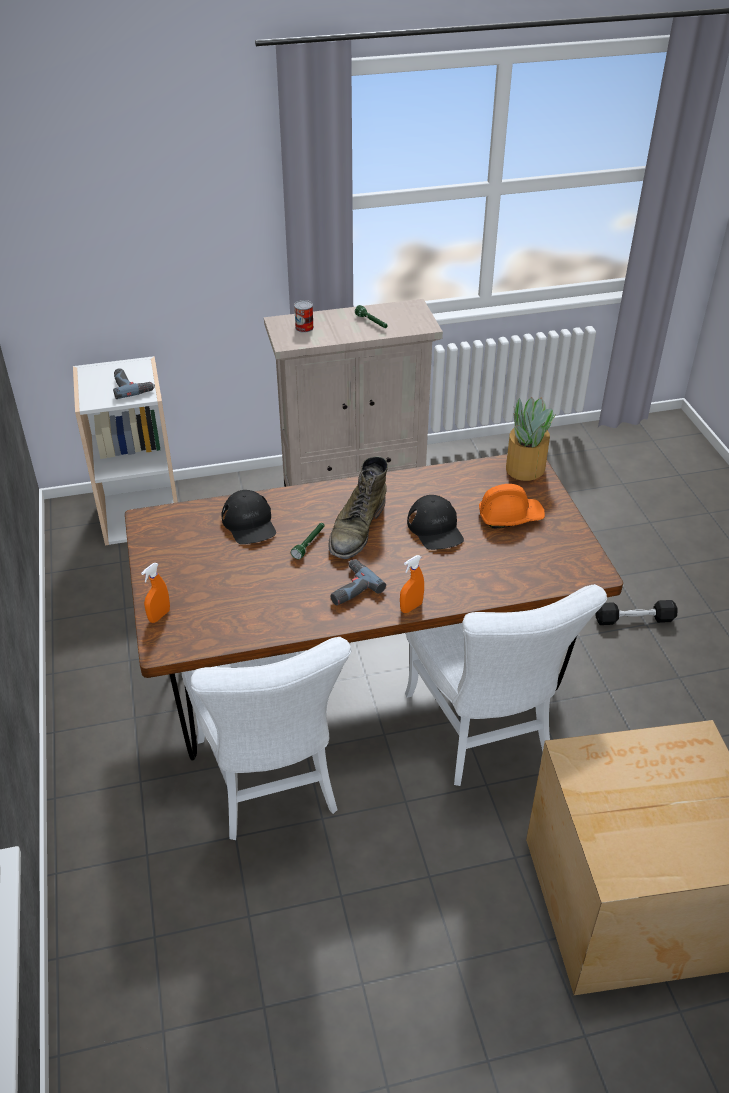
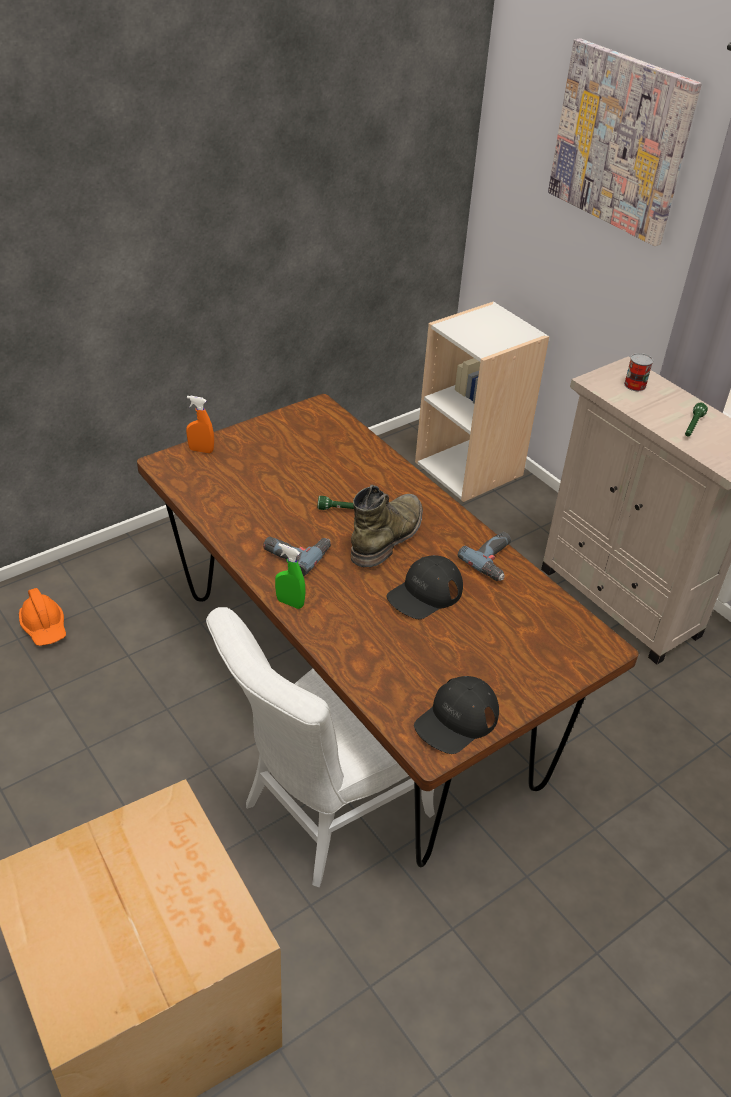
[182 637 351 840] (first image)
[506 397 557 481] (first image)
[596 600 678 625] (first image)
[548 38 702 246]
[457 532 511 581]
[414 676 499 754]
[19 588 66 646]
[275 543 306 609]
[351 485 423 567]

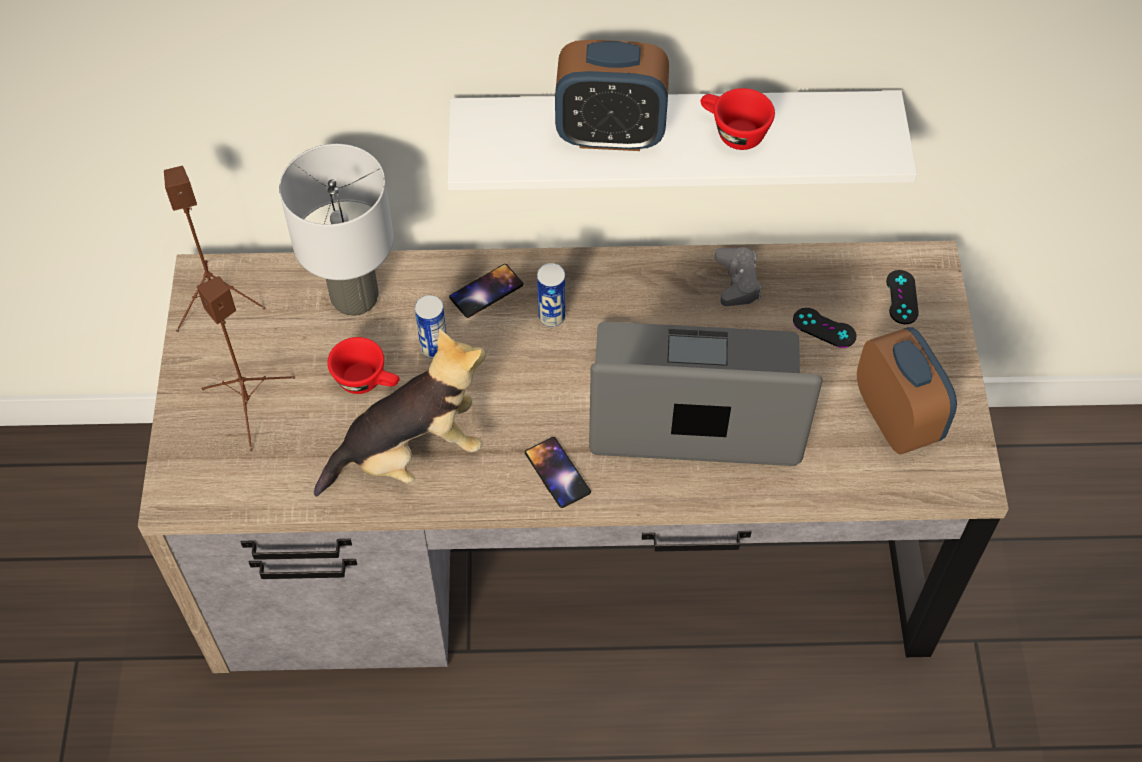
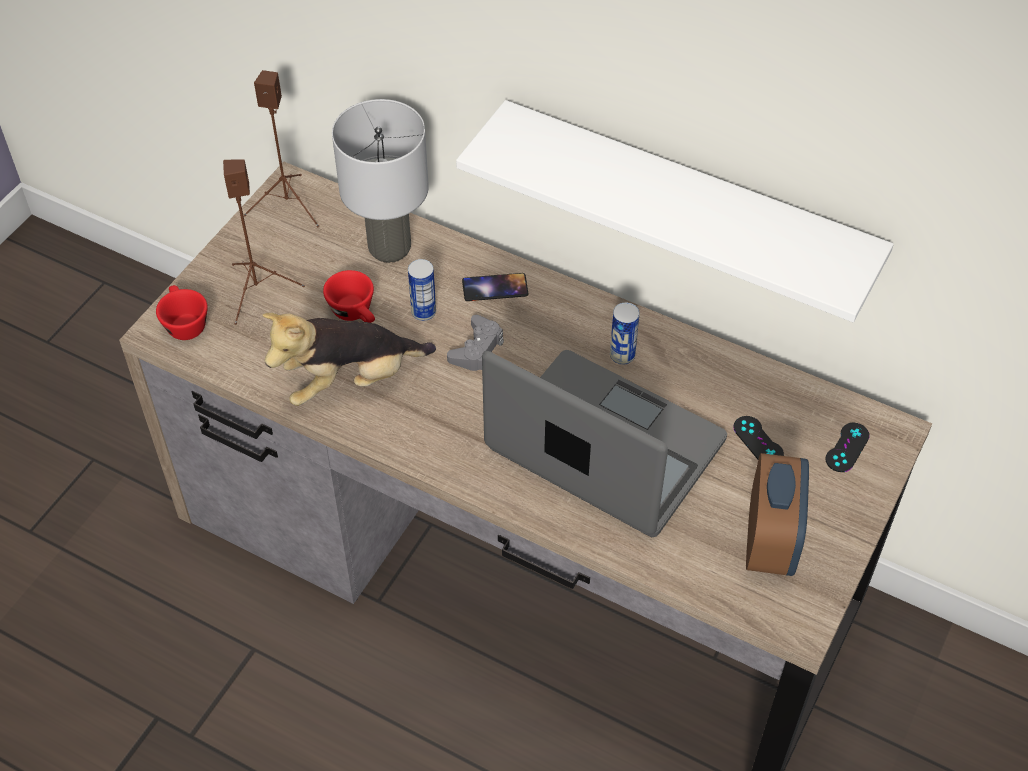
[525 437 591 508] (first image)
[555 40 669 151] (first image)
[610 303 640 365]
[156 285 208 340]
[447 315 504 371]
[263 313 436 406]

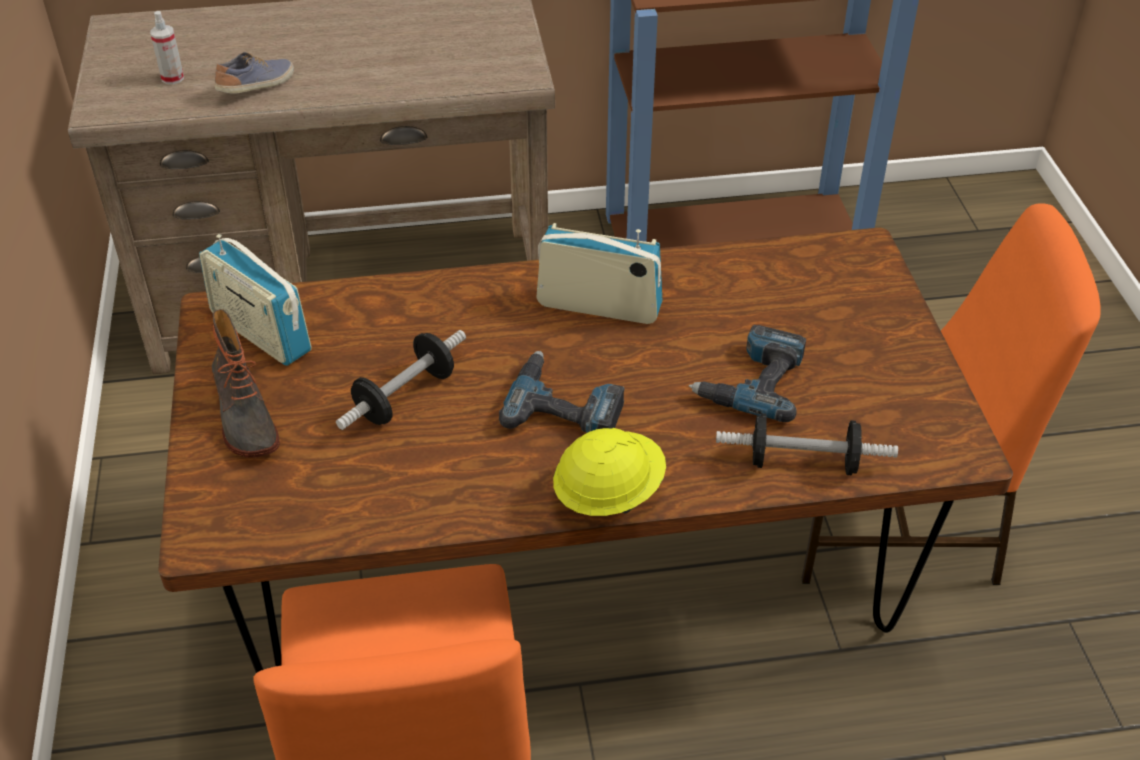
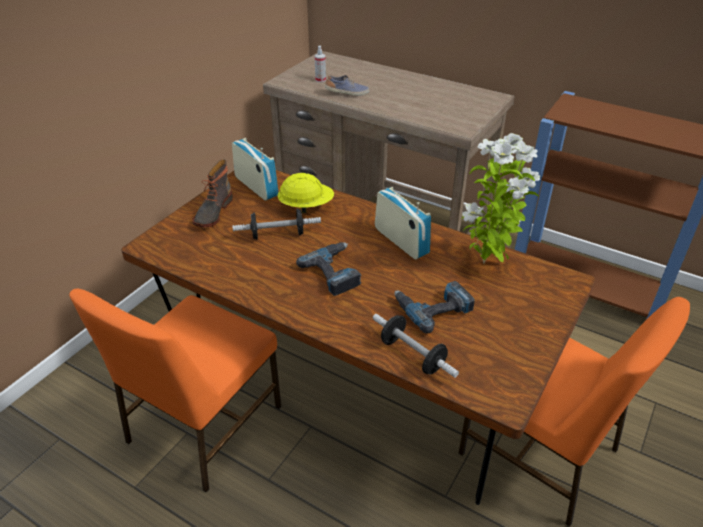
[461 133 540 264]
[278 173 334 213]
[232 138 278 200]

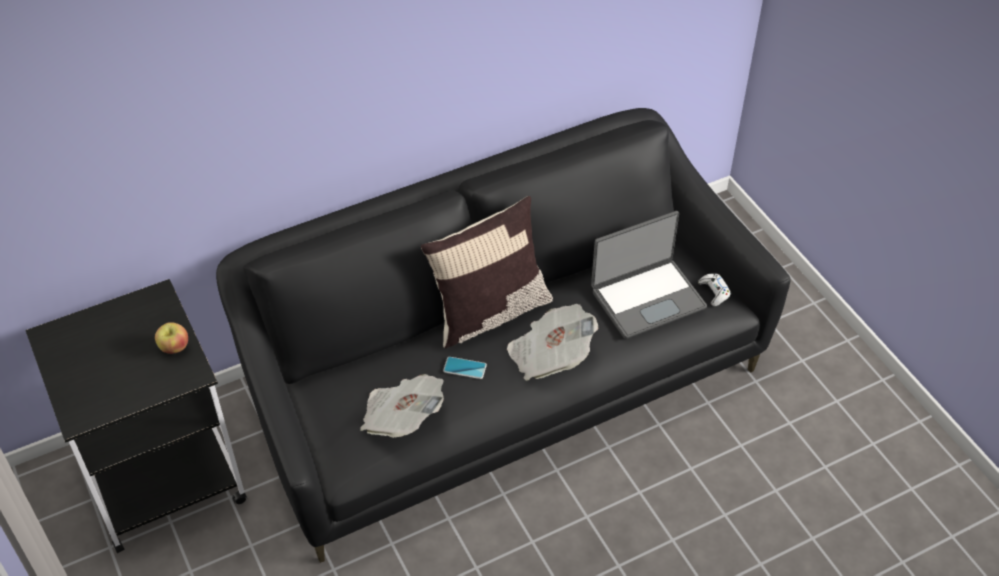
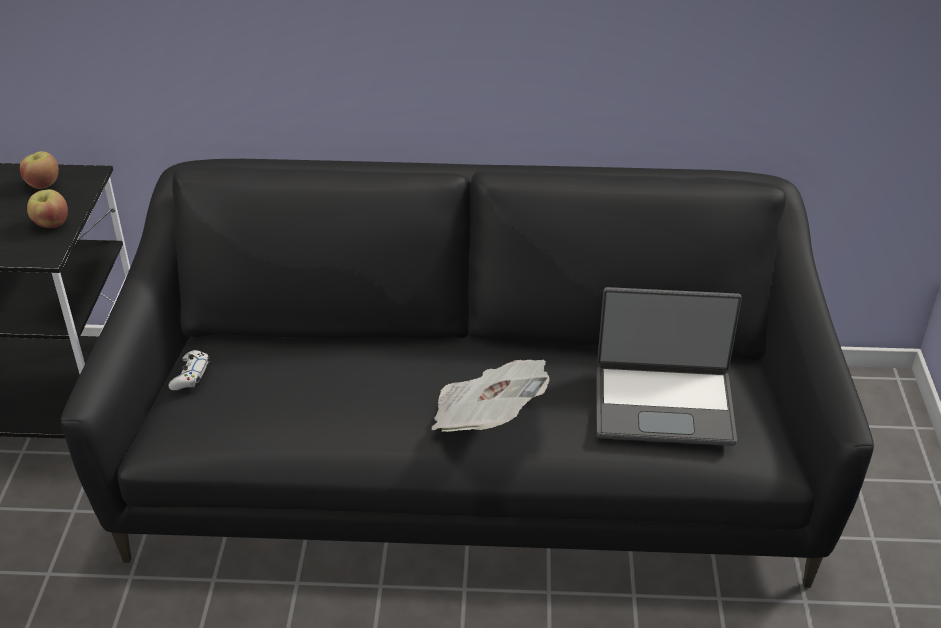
[360 374 444 438] (first image)
[421 196 553 348] (first image)
[443 357 487 379] (first image)
[20 151 59 189]
[168 350 211 390]

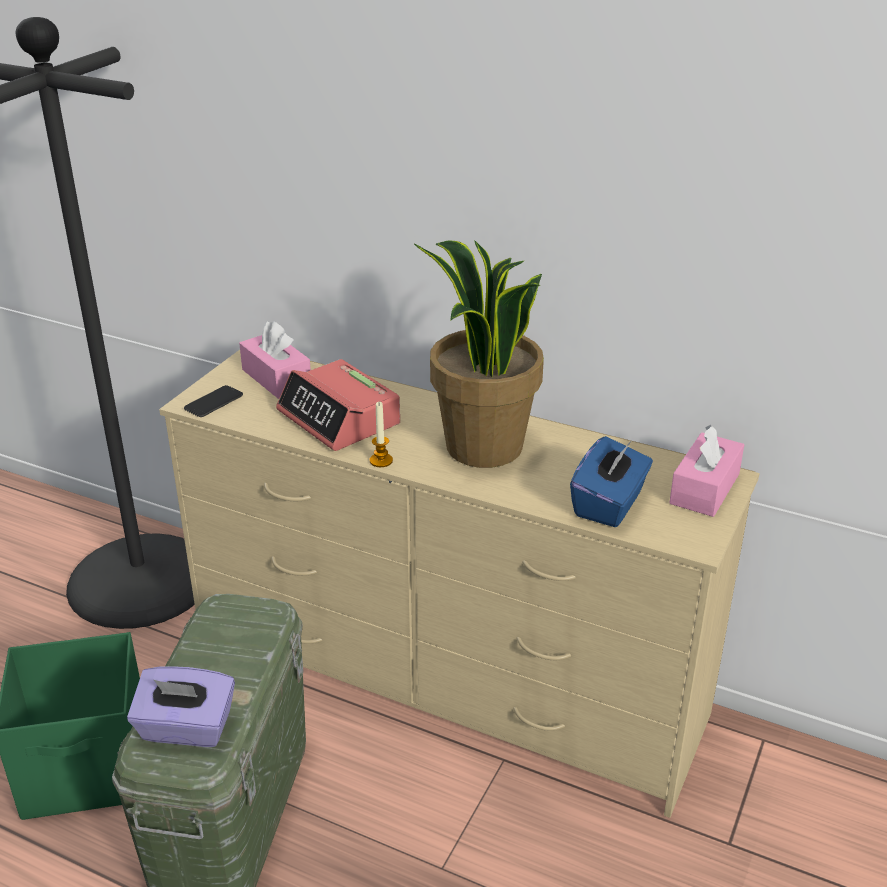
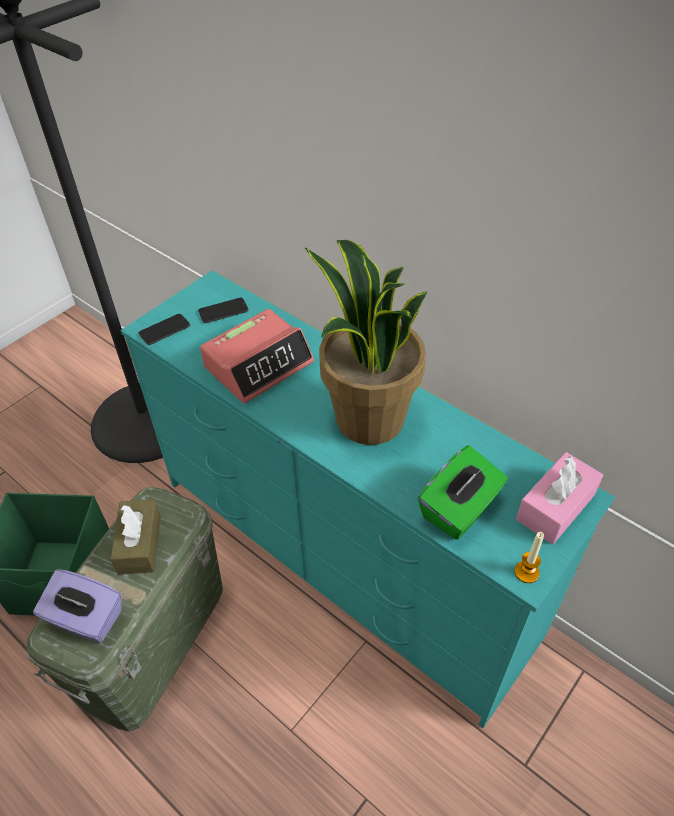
[110 499 161 575]
[515 532 544 583]
[198 298 249 323]
[120 270 615 728]
[418 446 508 539]
[200 309 314 404]

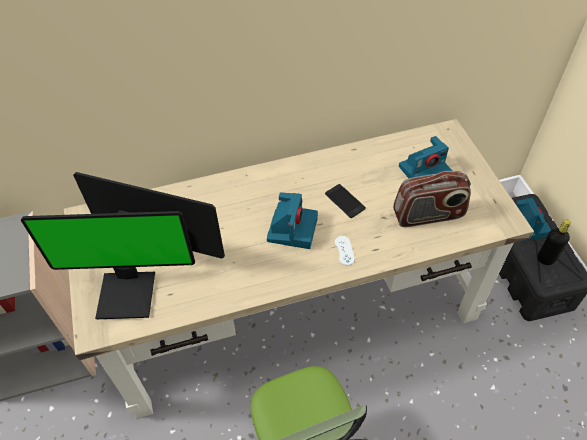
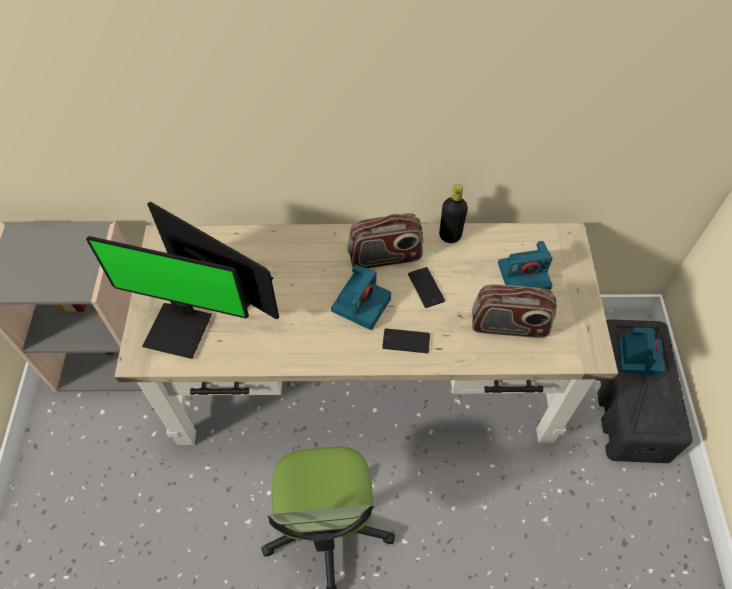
[348 213 423 268]
[439 184 468 243]
[382 328 430 353]

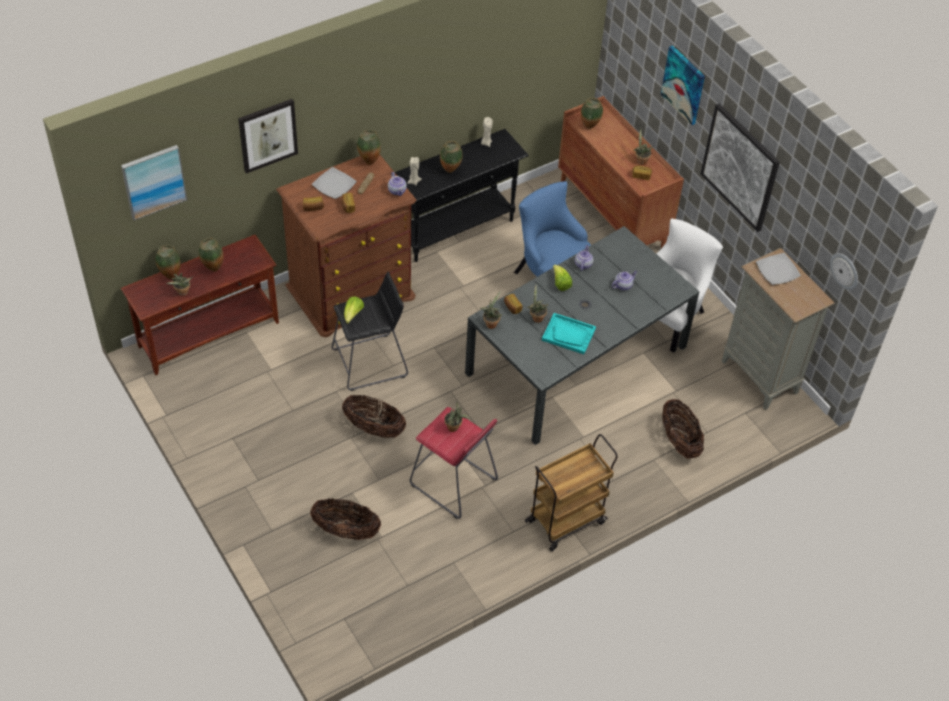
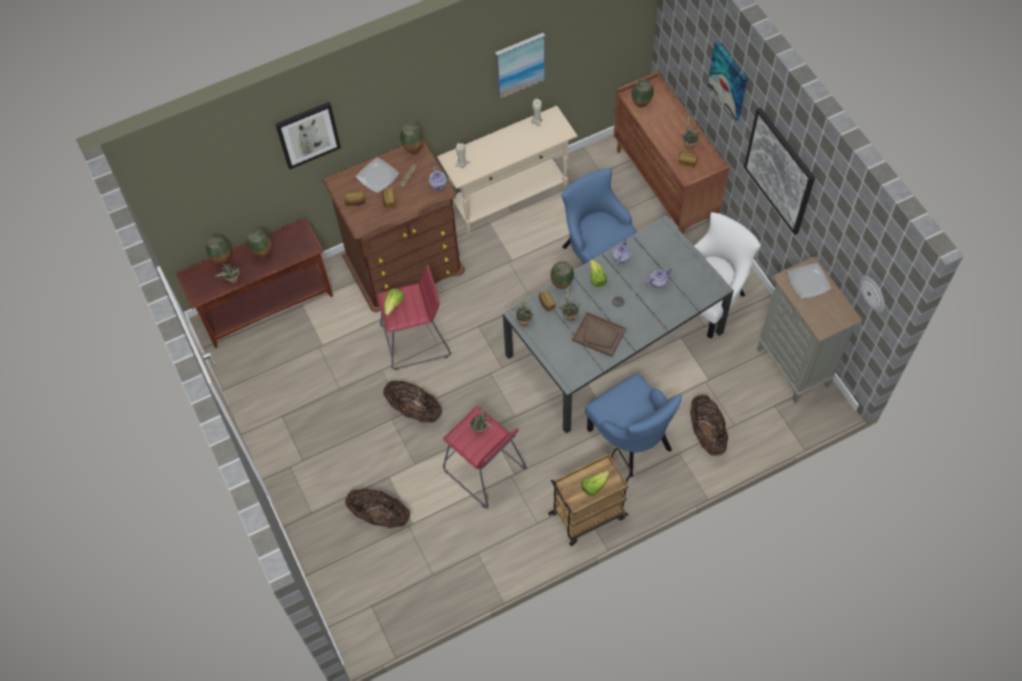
[581 470 610 497]
[584 374 682 477]
[495 33 546 99]
[551 261 574 289]
[377 265 451 370]
[437 105 578 234]
[572 311 626 357]

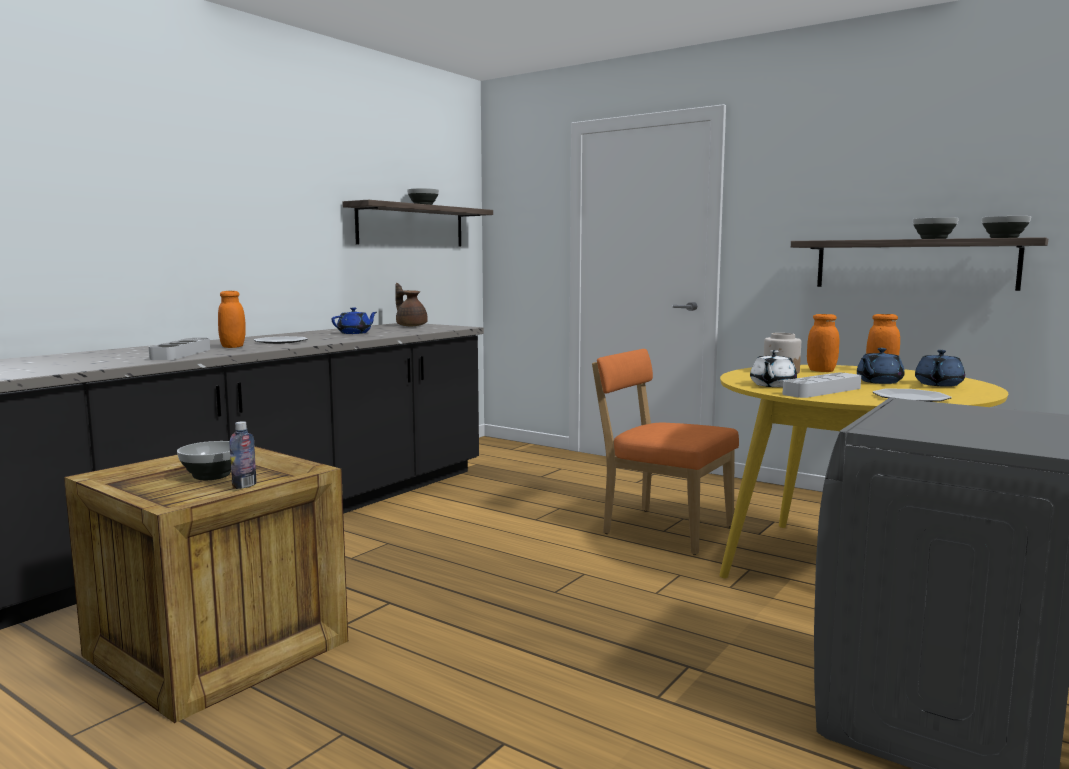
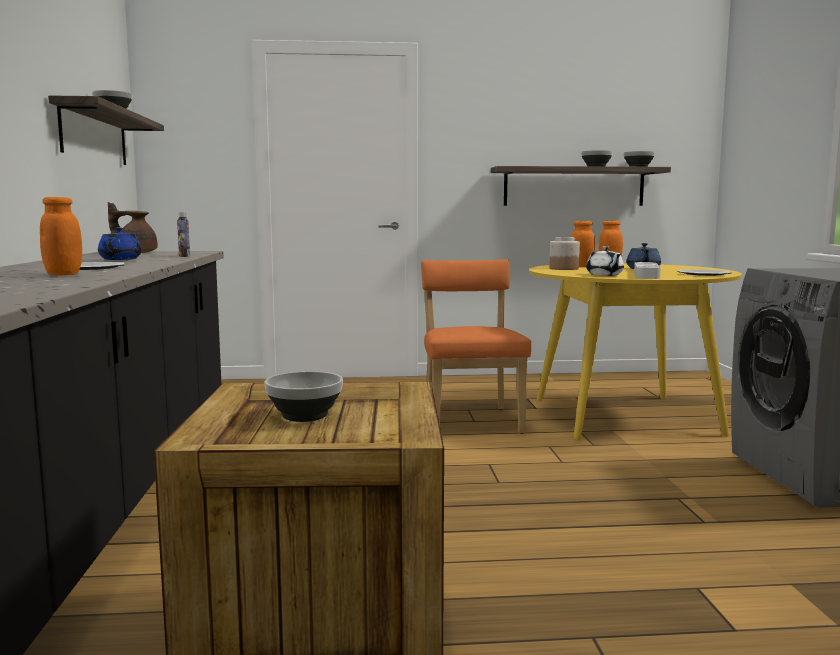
[149 338 210 360] (first image)
[915 350 965 387] (first image)
[177 212 190 257]
[421 259 531 434]

